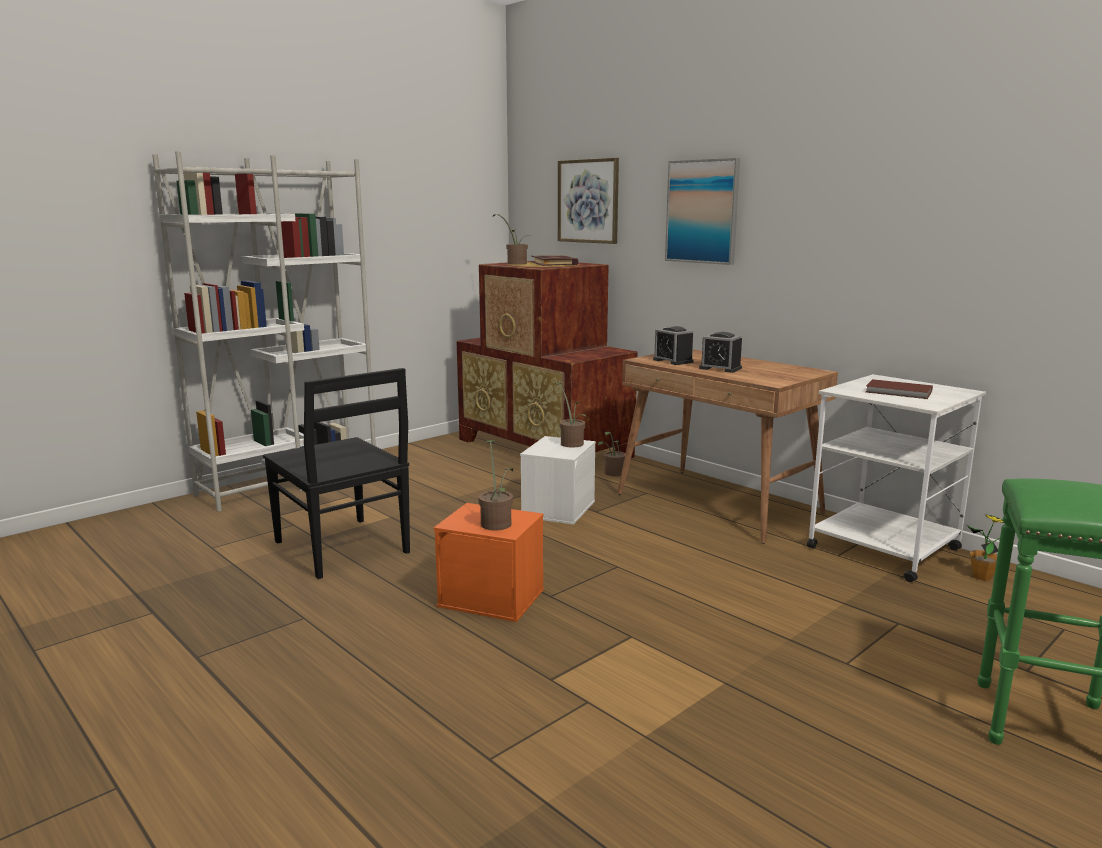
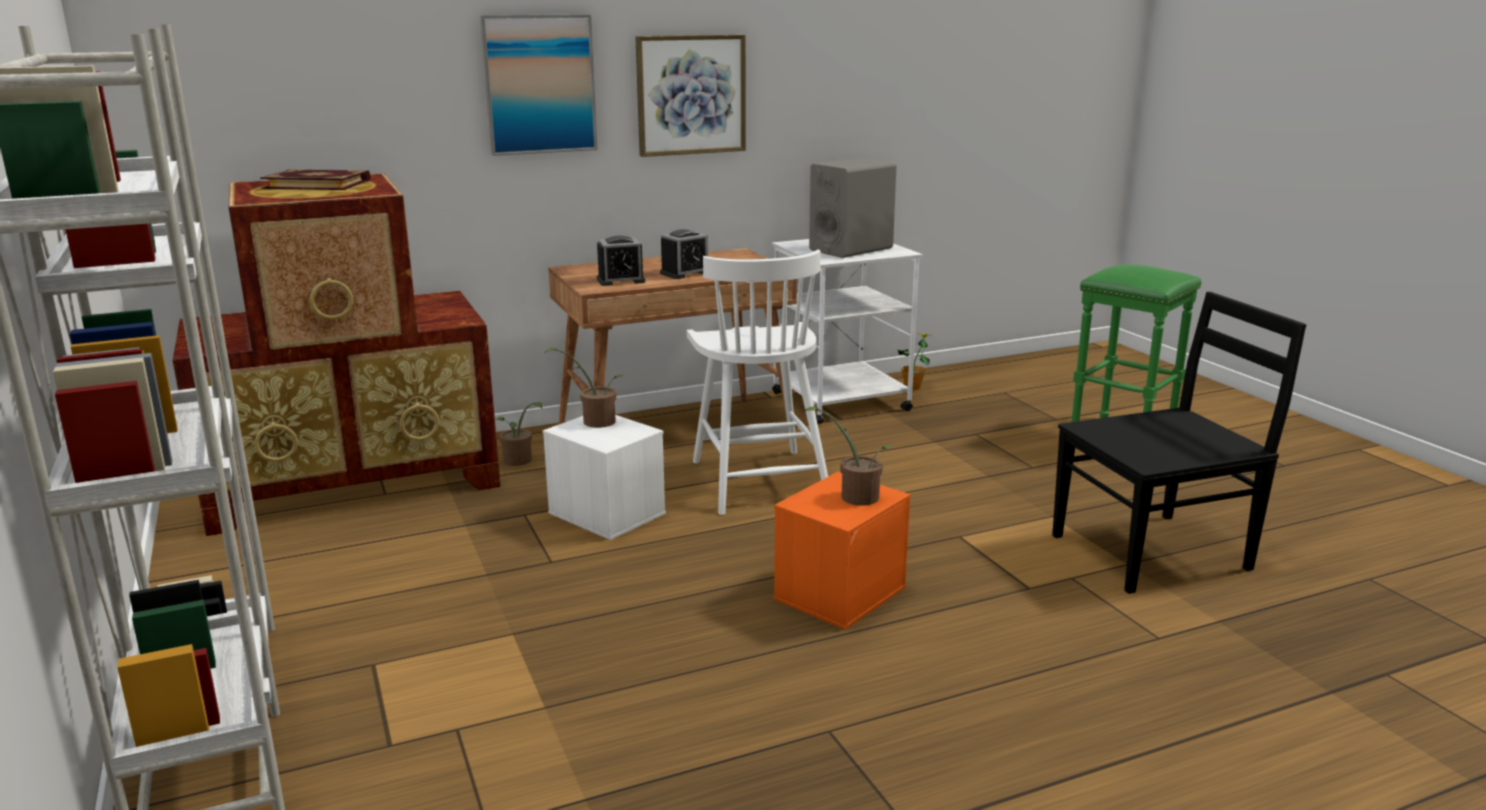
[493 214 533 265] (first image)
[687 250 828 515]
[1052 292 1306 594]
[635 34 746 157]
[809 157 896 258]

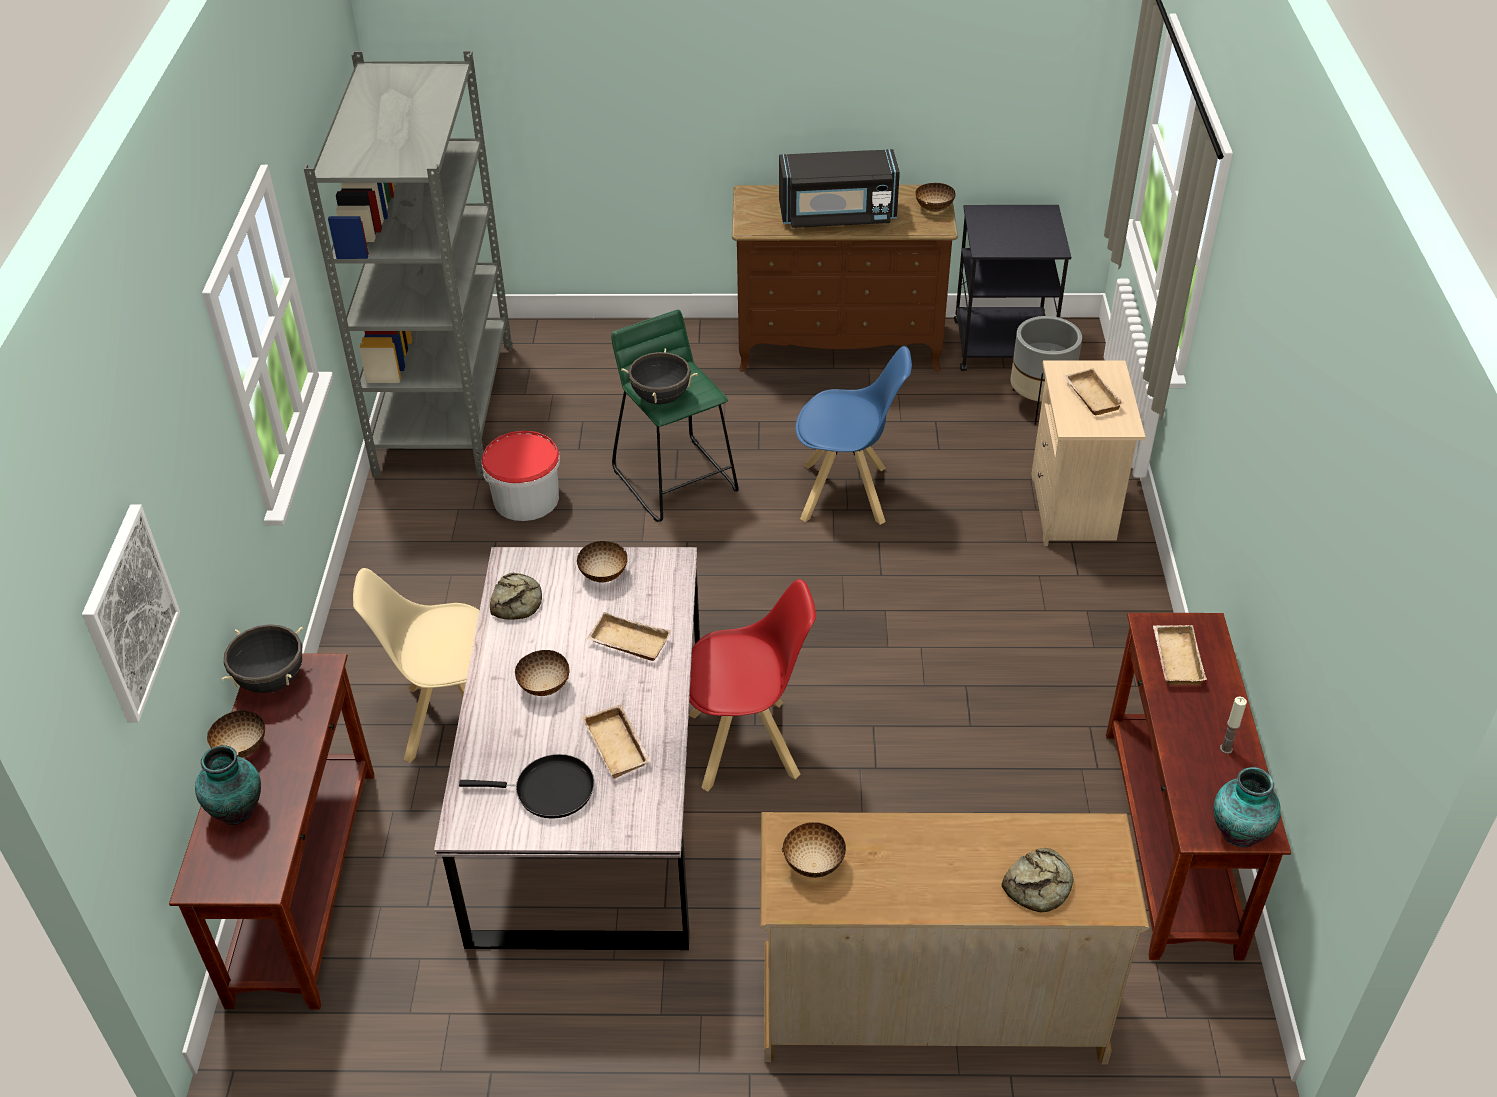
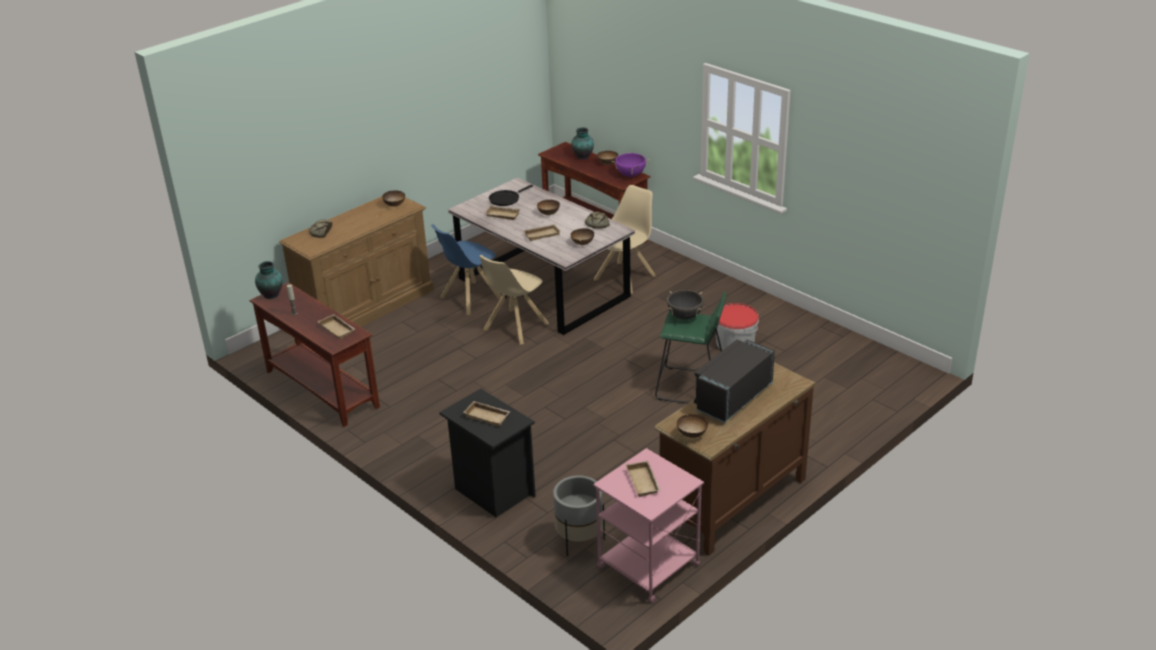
[82 505 180 722] (first image)
[304 51 512 477] (first image)
[625 461 661 497]
[432 224 502 315]
[612 152 650 177]
[479 255 549 345]
[593 448 704 603]
[439 389 536 517]

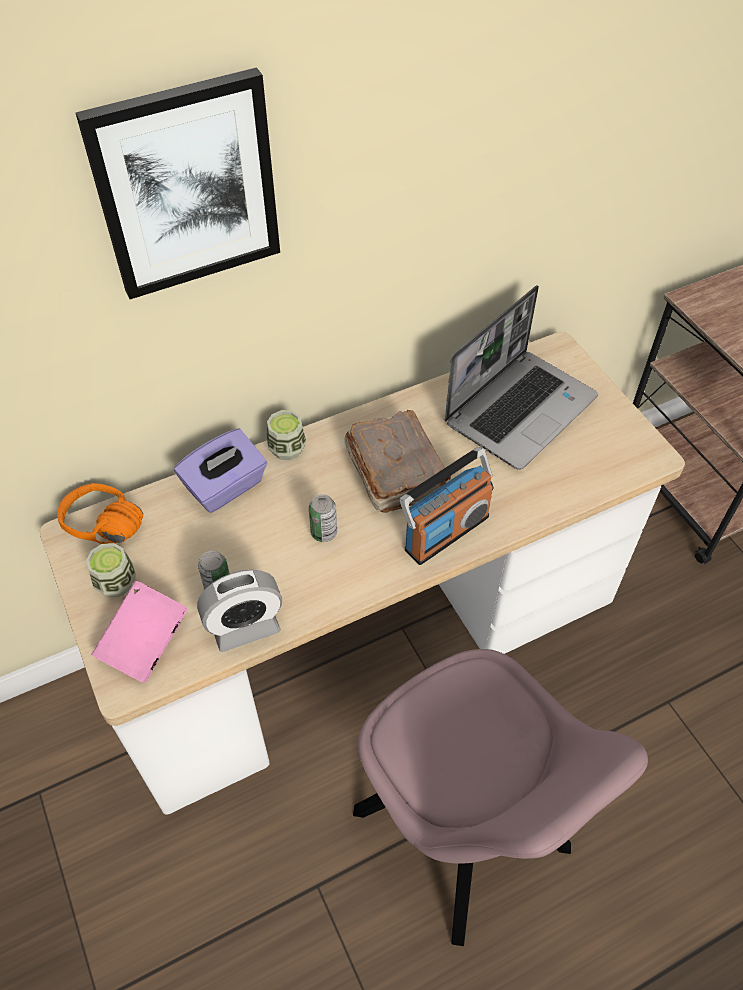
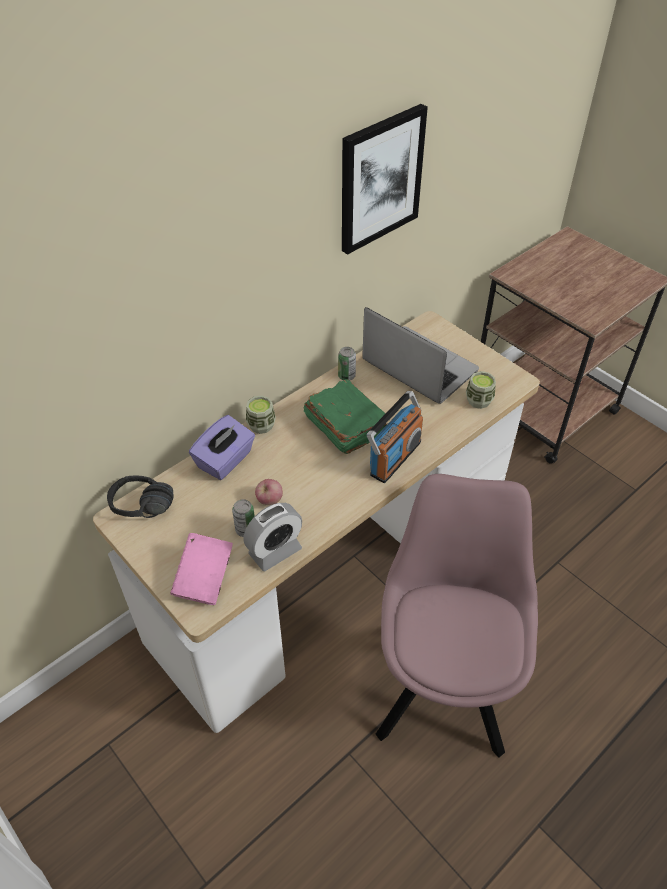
[255 479 283 505]
[342 104 428 255]
[466 371 496 409]
[338 347 356 381]
[107 476 174 518]
[304 379 390 454]
[376 474 538 758]
[362 307 479 404]

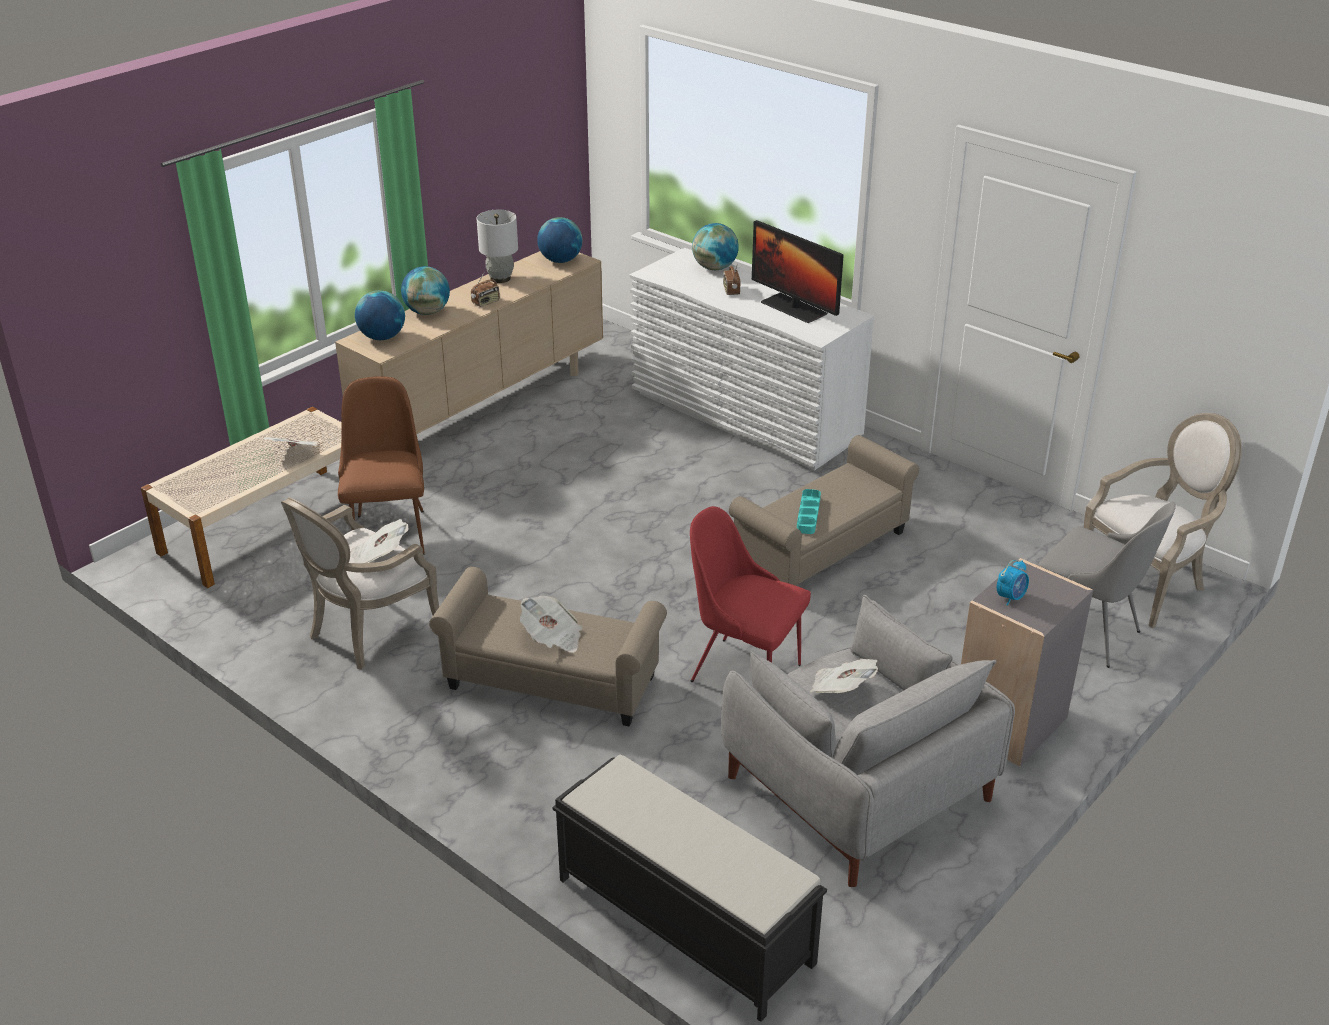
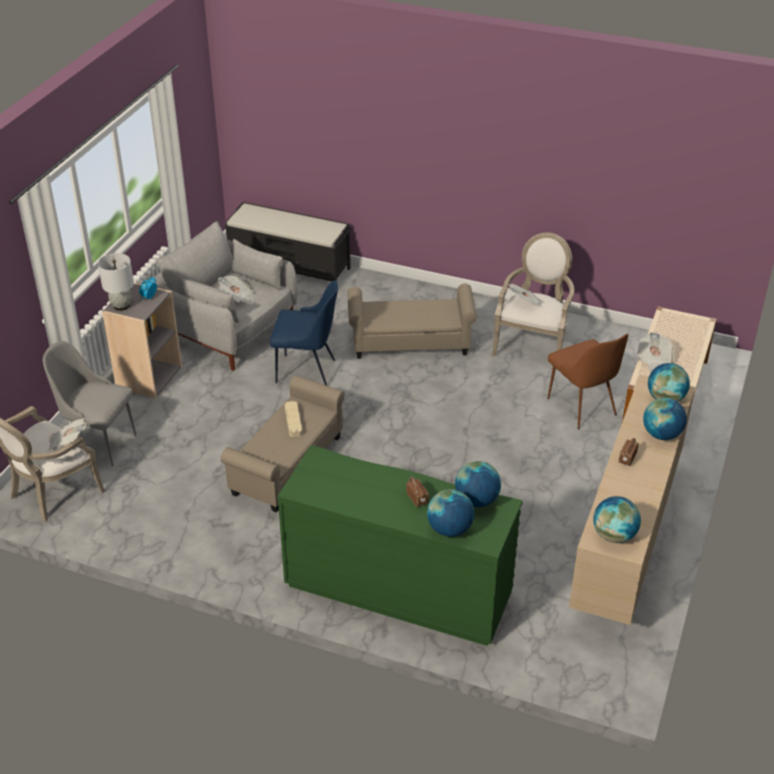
[752 220 844 323] (first image)
[455 461 501 507]
[98 253 134 311]
[49 418 86 450]
[277 445 523 646]
[270 280 338 386]
[284 401 302 437]

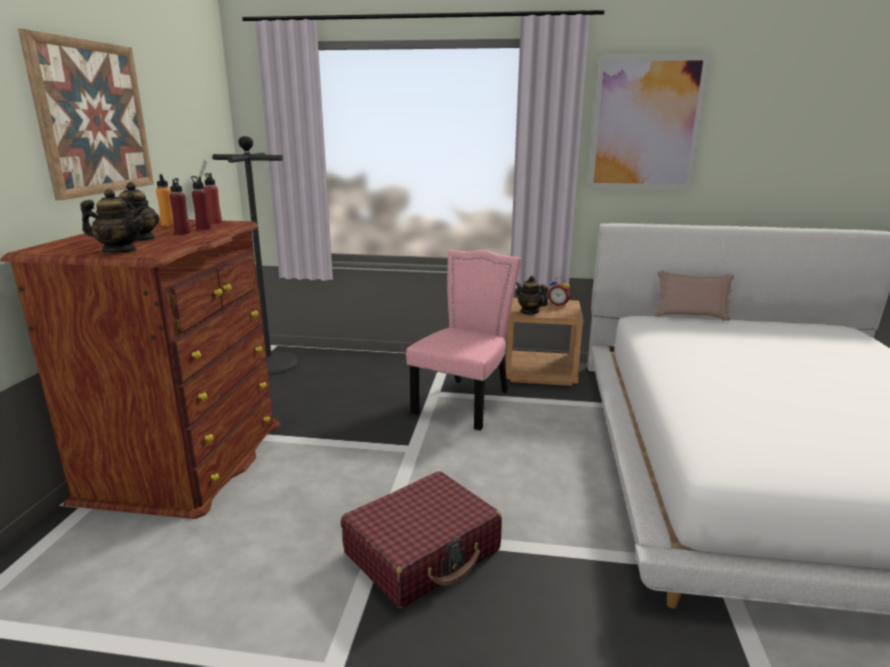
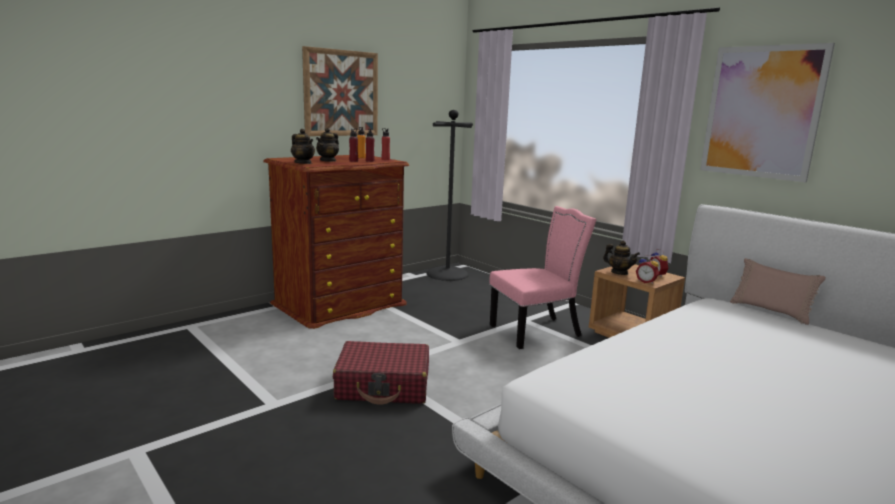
[636 255 659 284]
[603 241 640 275]

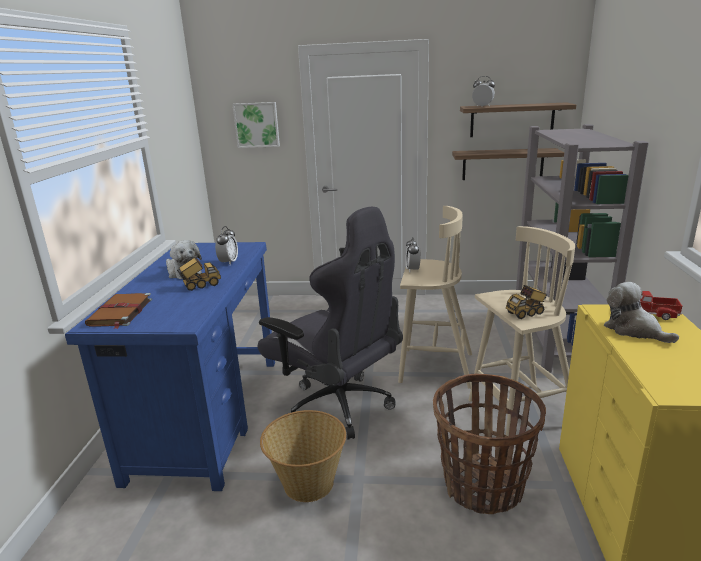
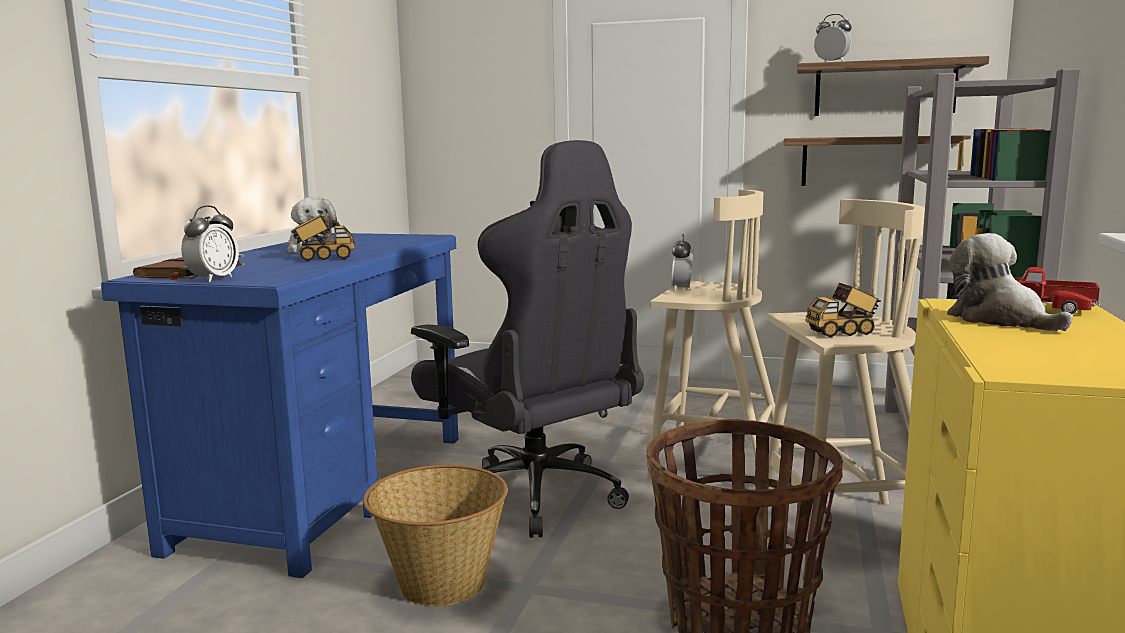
[232 102 280 148] (first image)
[181 205 239 282]

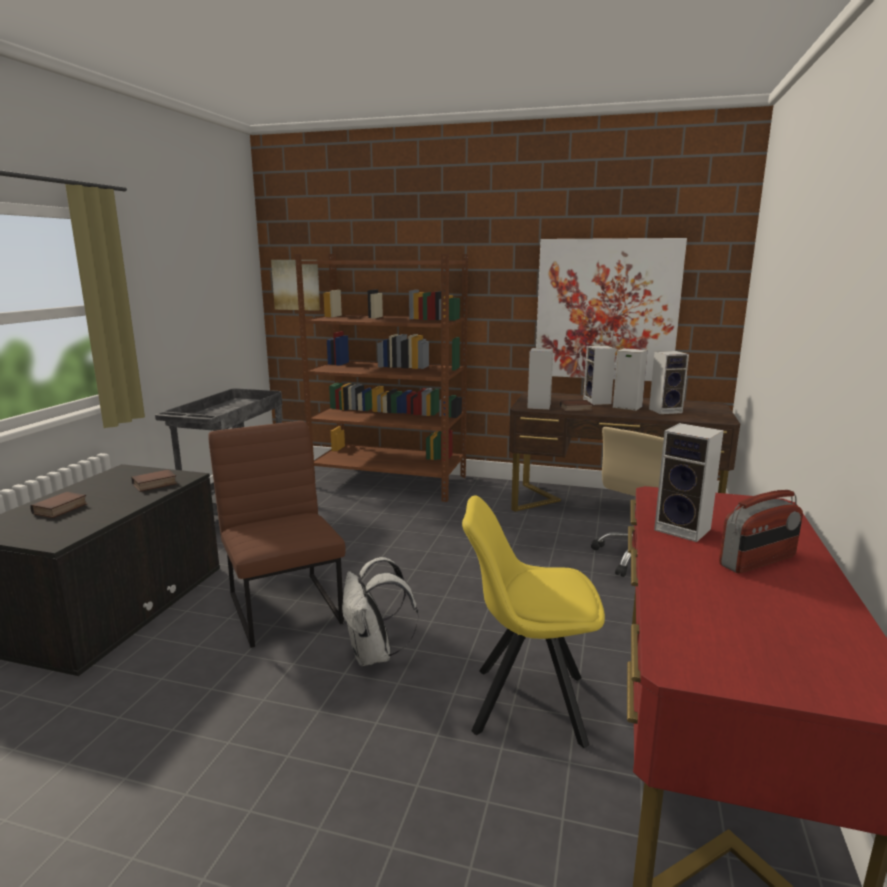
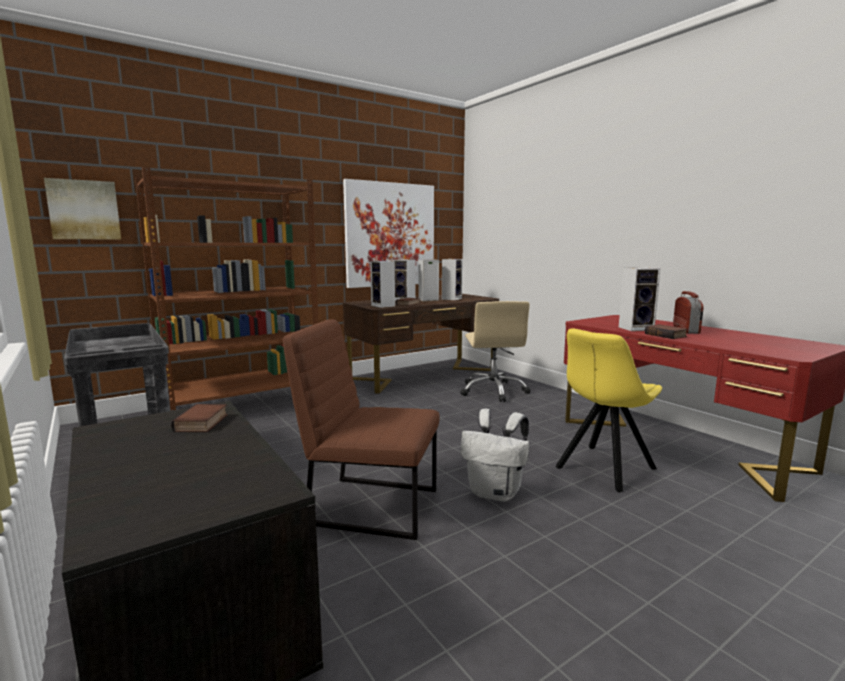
[645 324 688 339]

